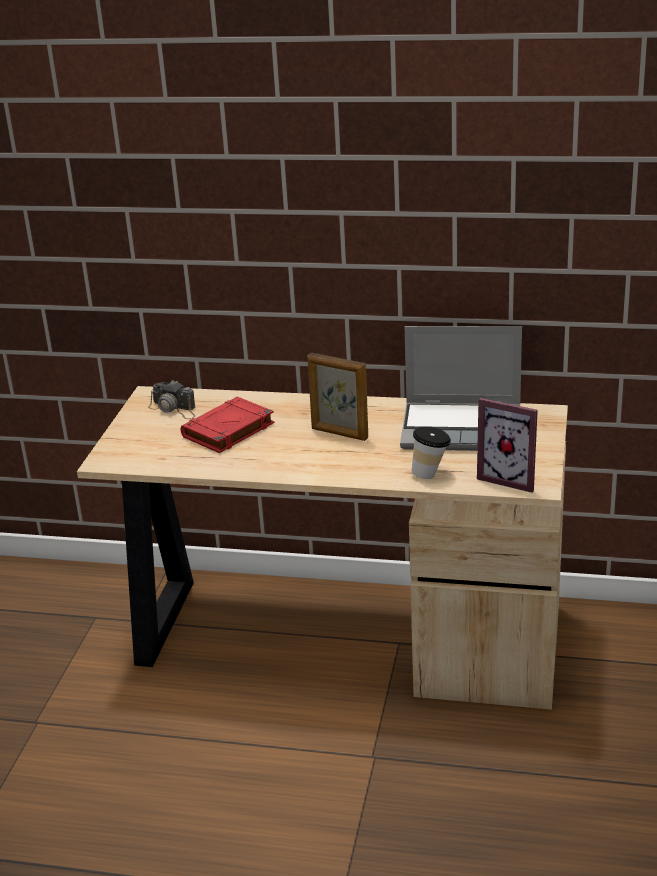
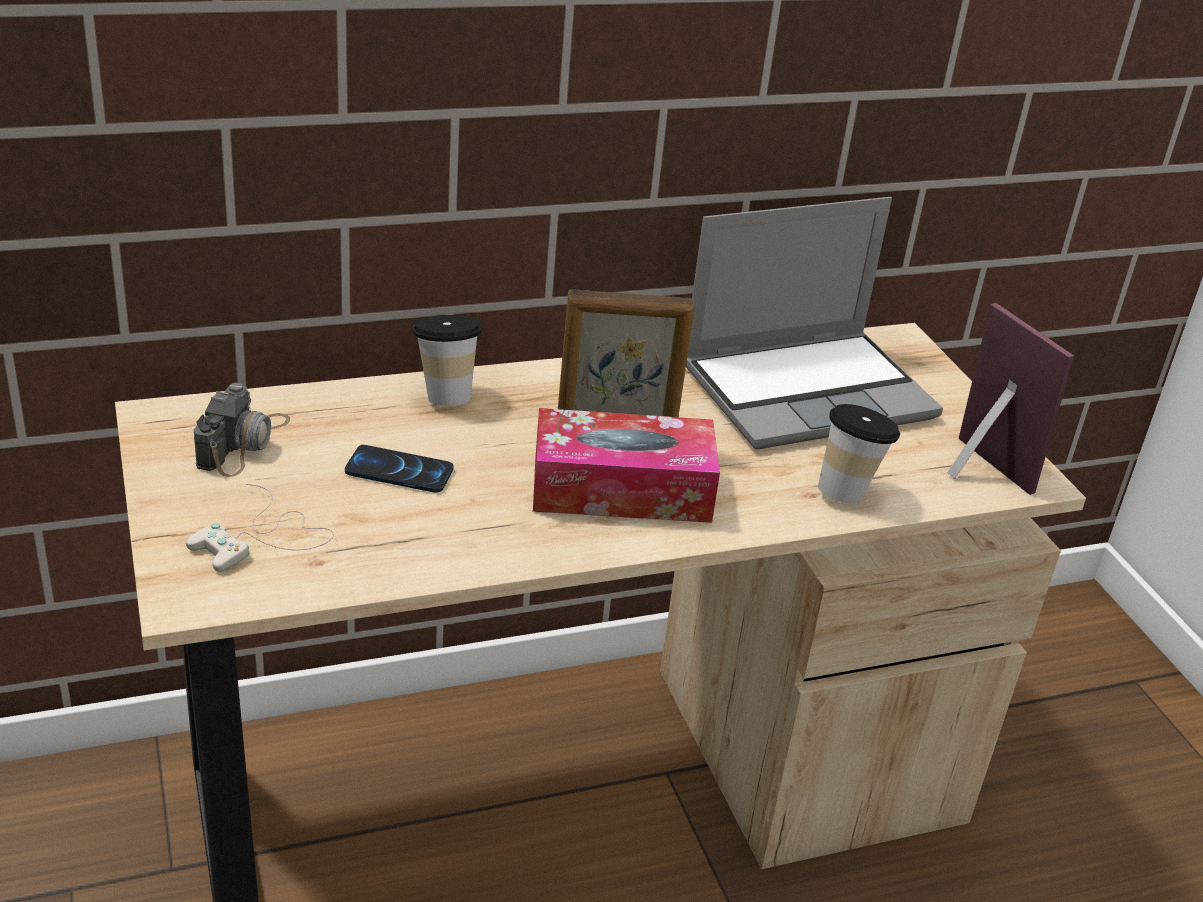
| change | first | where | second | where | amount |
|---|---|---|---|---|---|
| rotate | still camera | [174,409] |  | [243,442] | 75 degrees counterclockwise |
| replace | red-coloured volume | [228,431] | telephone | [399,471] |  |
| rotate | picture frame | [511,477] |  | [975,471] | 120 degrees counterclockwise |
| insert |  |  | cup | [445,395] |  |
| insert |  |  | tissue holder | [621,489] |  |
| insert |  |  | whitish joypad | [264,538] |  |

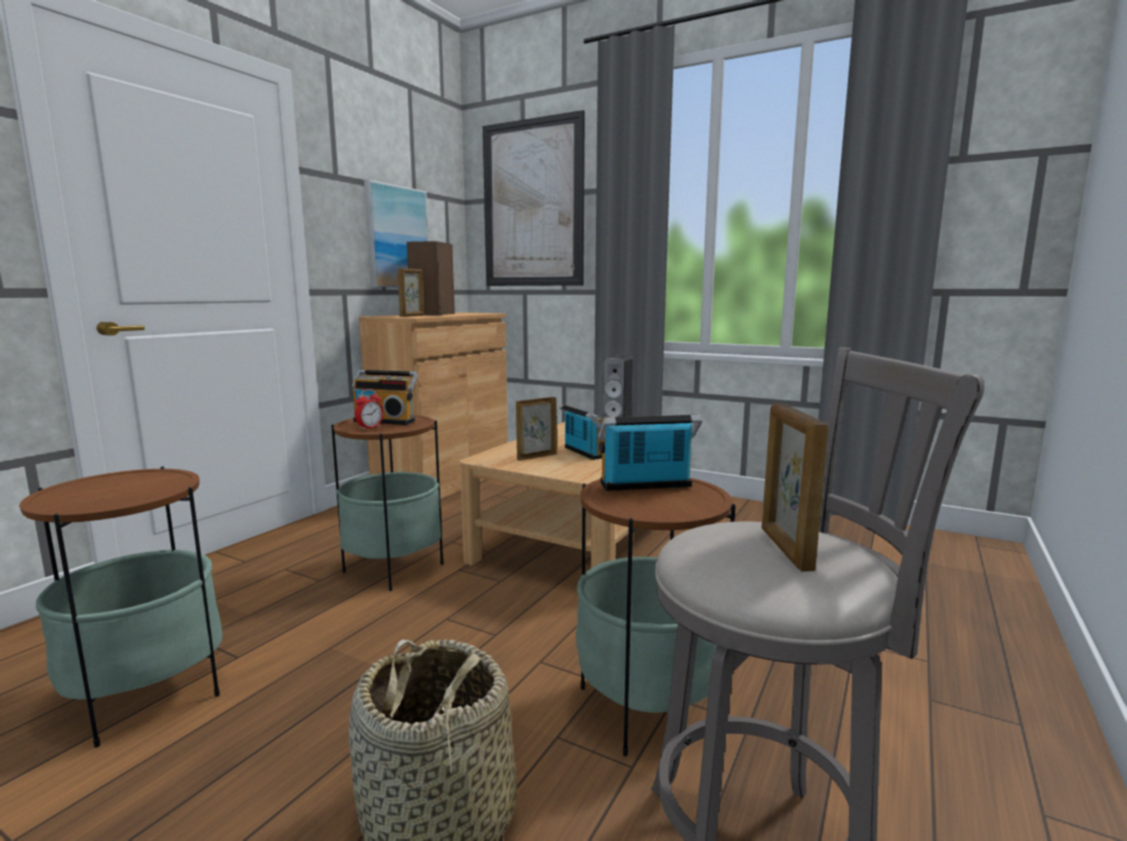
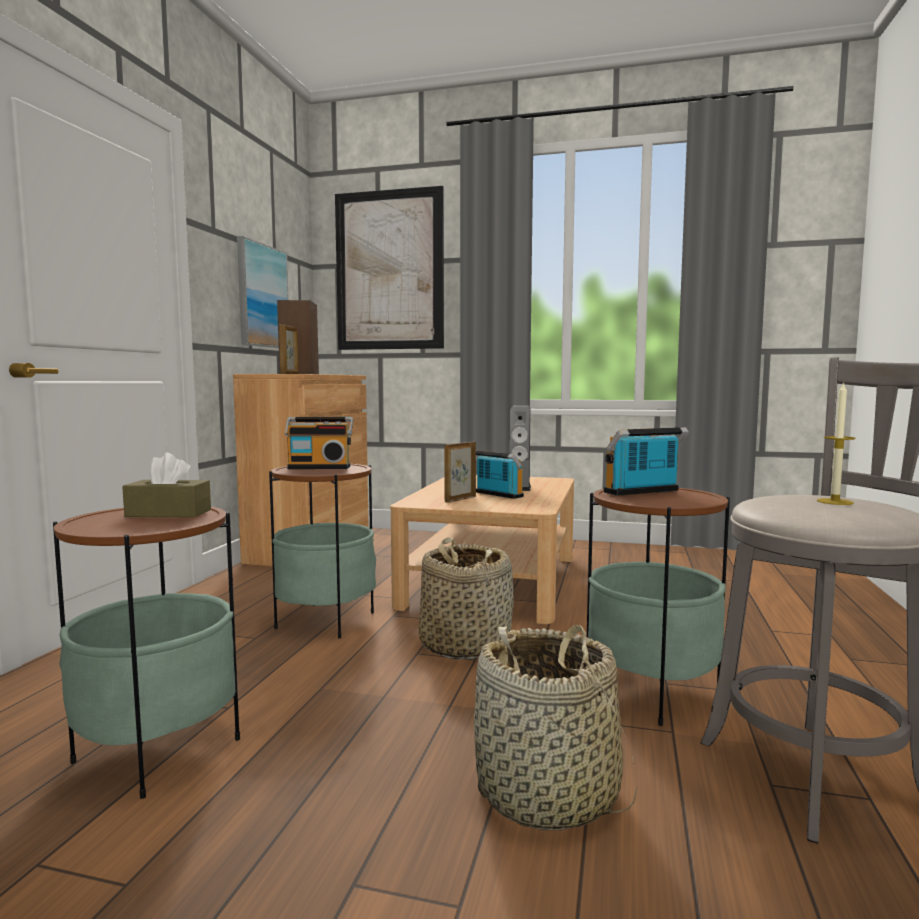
| change | first | where | second | where | amount |
|---|---|---|---|---|---|
| delete | alarm clock | [370,428] |  |  |  |
| replace | picture frame | [785,549] | wax candle | [835,502] |  |
| insert |  |  | brown-coloured tissue holder | [168,513] |  |
| insert |  |  | household basket | [465,645] |  |

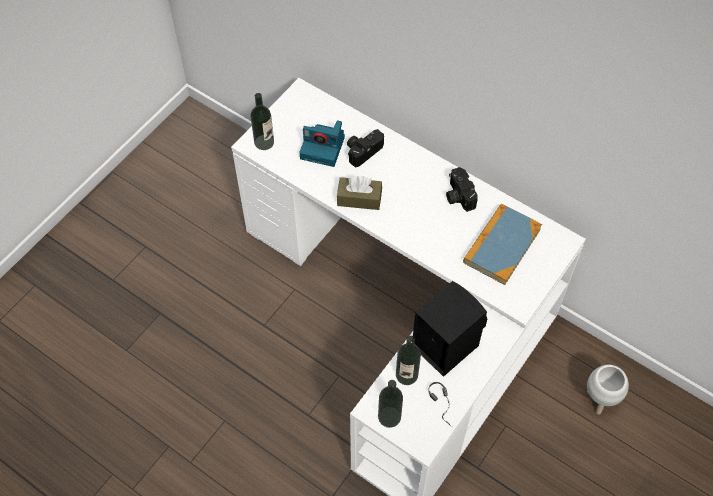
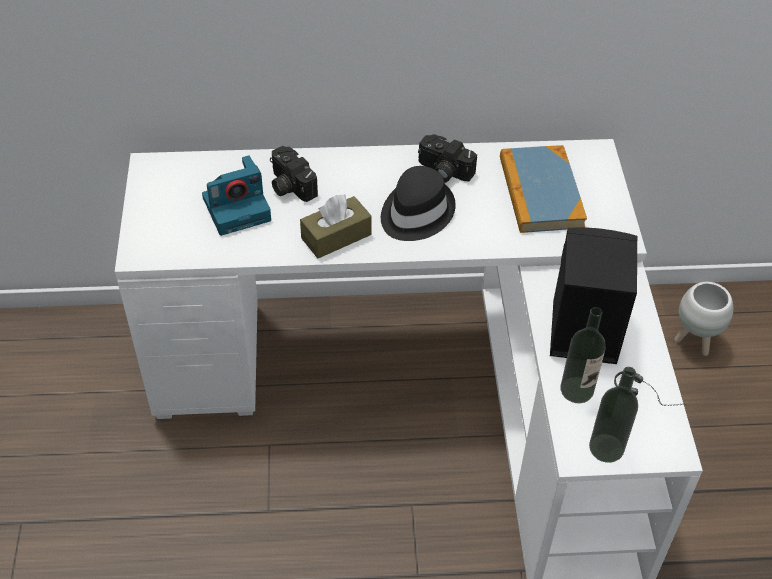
| change | first | where | second | where | amount |
|---|---|---|---|---|---|
| delete | bottle | [264,142] |  |  |  |
| rotate | still camera | [363,150] |  | [289,185] | 45 degrees counterclockwise |
| insert |  |  | blackish wearable hat | [415,213] |  |

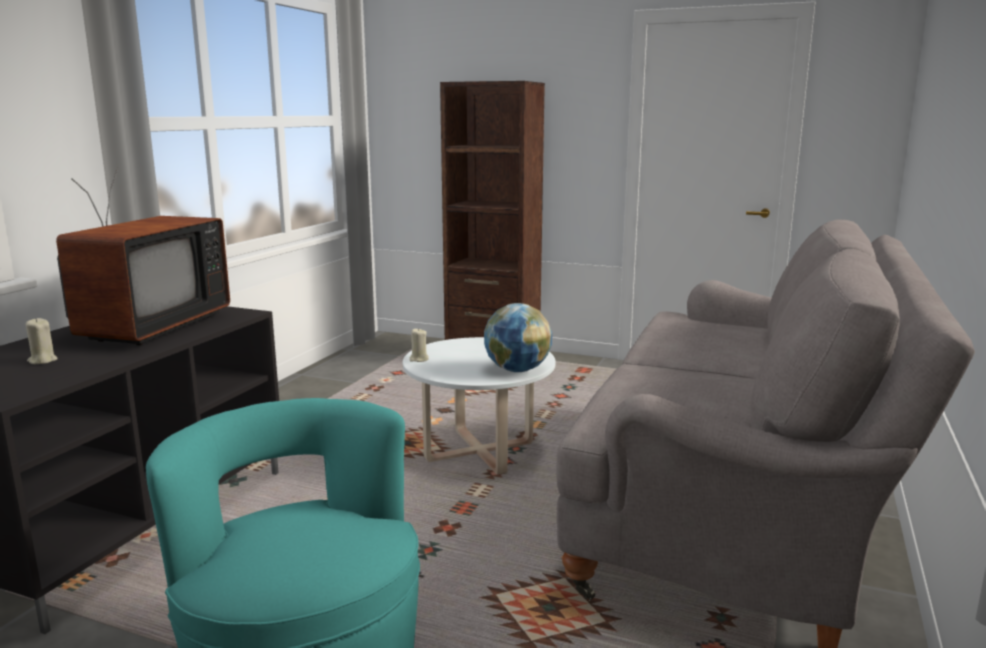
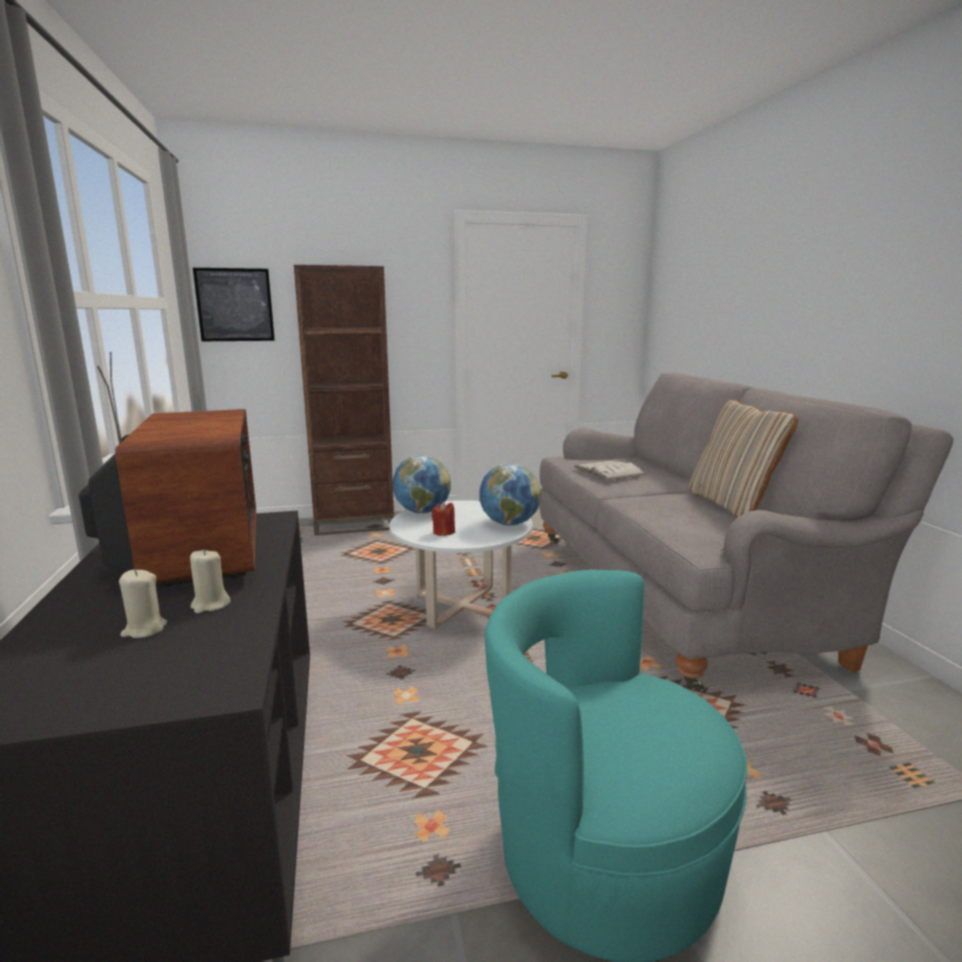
| change | first | where | second | where | amount |
|---|---|---|---|---|---|
| move | beige wax candle | [419,359] |  | [210,605] |  |
| insert |  |  | wall art | [235,305] |  |
| insert |  |  | beige cushion | [732,505] |  |
| insert |  |  | desk globe | [422,512] |  |
| insert |  |  | whitish volume | [609,471] |  |
| insert |  |  | red-coloured wax candle | [443,532] |  |

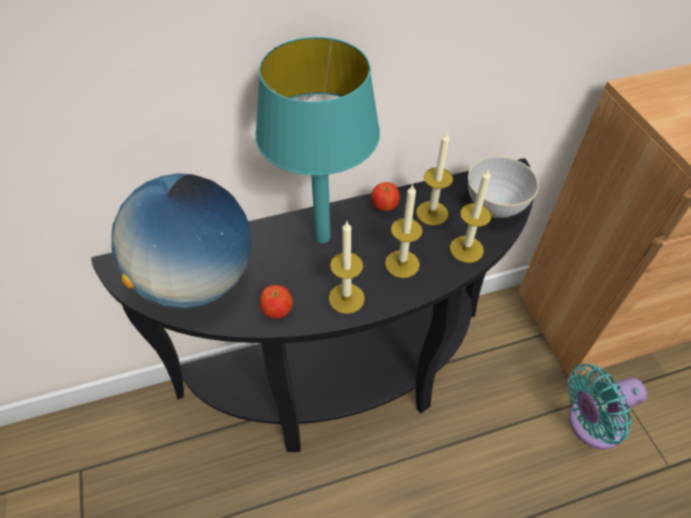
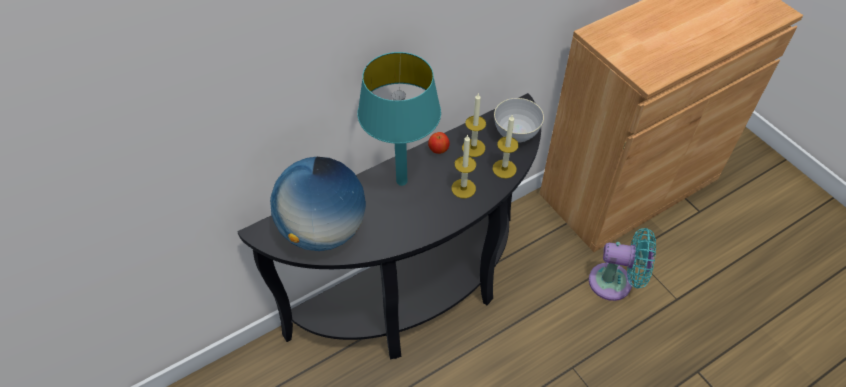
| change | first | where | second | where | amount |
|---|---|---|---|---|---|
| delete | wax candle | [346,298] |  |  |  |
| delete | apple | [277,310] |  |  |  |
| rotate | turquoise fan | [590,424] |  | [615,283] | 135 degrees counterclockwise |

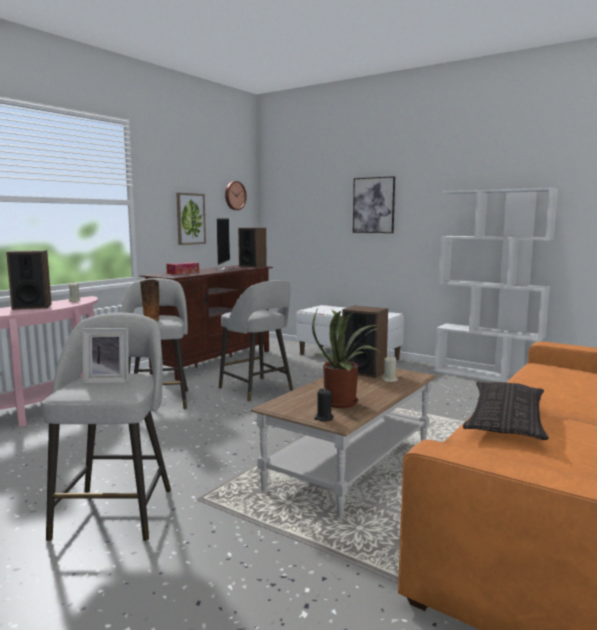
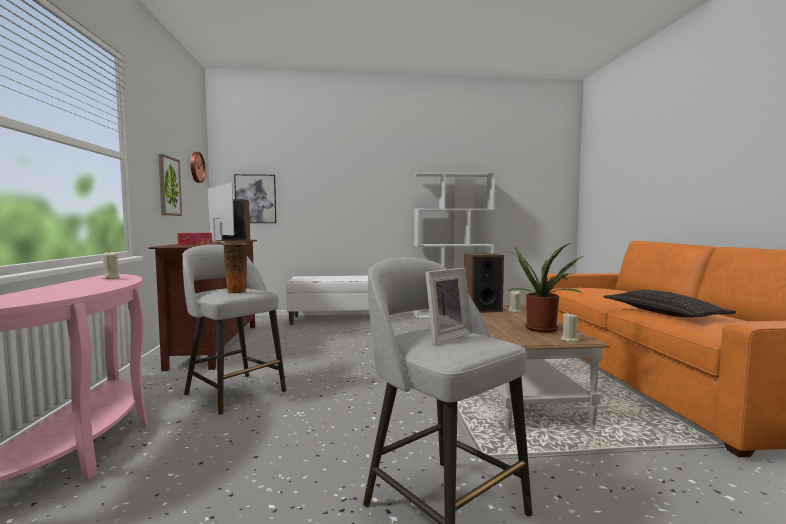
| change | first | where | second | where | amount |
|---|---|---|---|---|---|
| move | wall art | [374,205] |  | [255,199] |  |
| delete | loudspeaker | [32,307] |  |  |  |
| delete | greyish stool | [257,390] |  |  |  |
| recolor | blackish wax candle | [323,418] | beige wax candle | [569,340] |  |

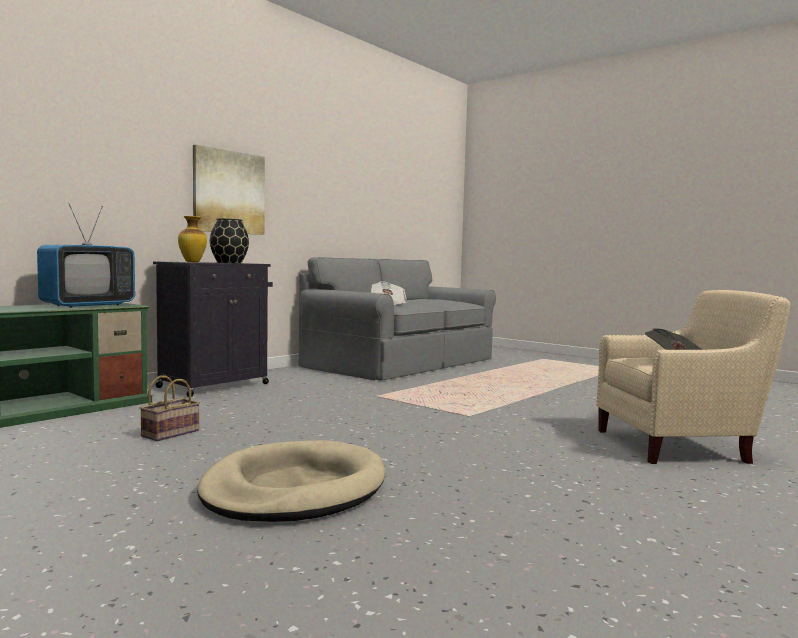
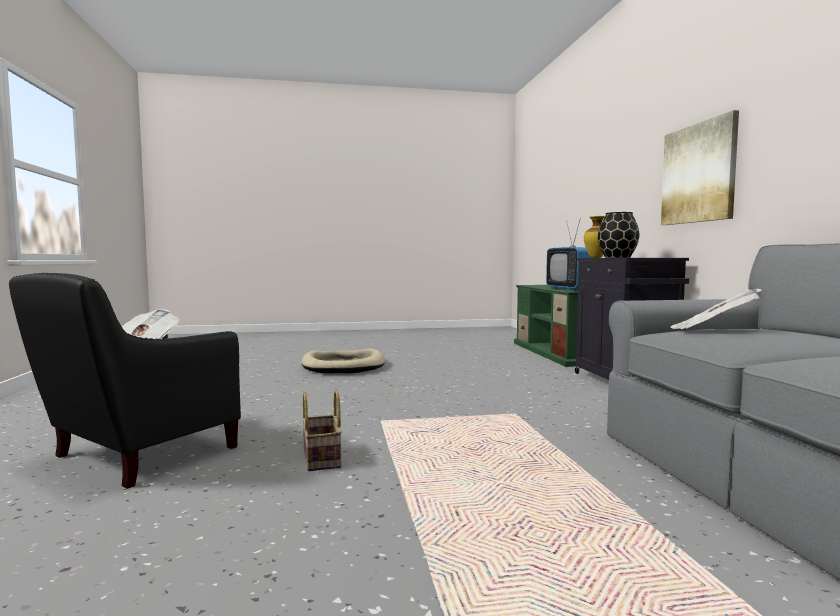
| change | first | where | second | where | amount |
|---|---|---|---|---|---|
| recolor | beige lounge chair | [679,445] | blackish lounge chair | [135,455] |  |
| move | household basket | [171,433] |  | [323,459] |  |

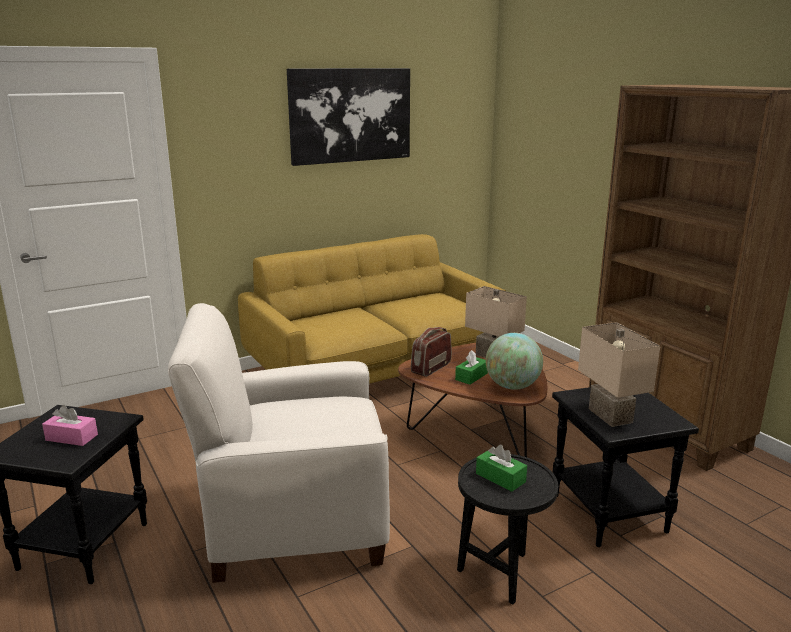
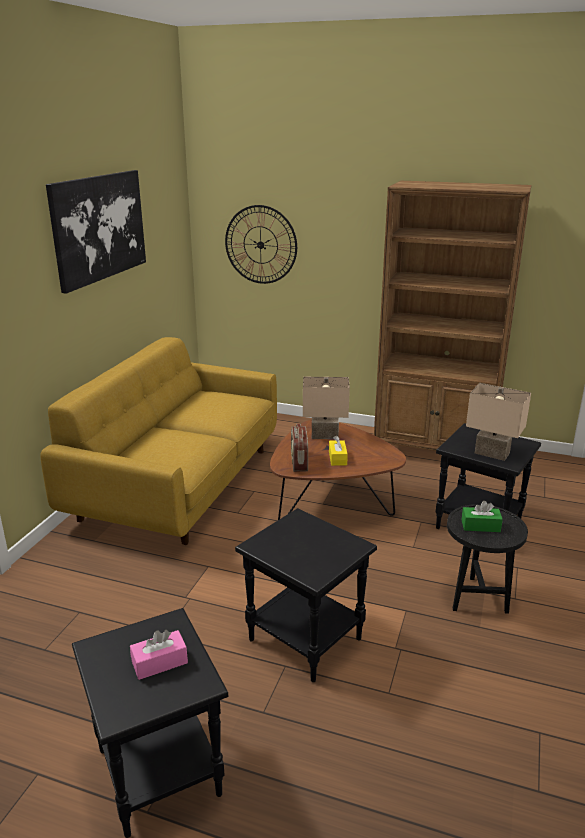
| change | first | where | second | where | amount |
|---|---|---|---|---|---|
| replace | whitish lounge chair | [294,520] | blackish end table | [303,640] |  |
| delete | desk globe | [512,386] |  |  |  |
| recolor | green tissue holder | [471,376] | yellow-coloured tissue holder | [337,458] |  |
| insert |  |  | hanging clock | [260,245] |  |

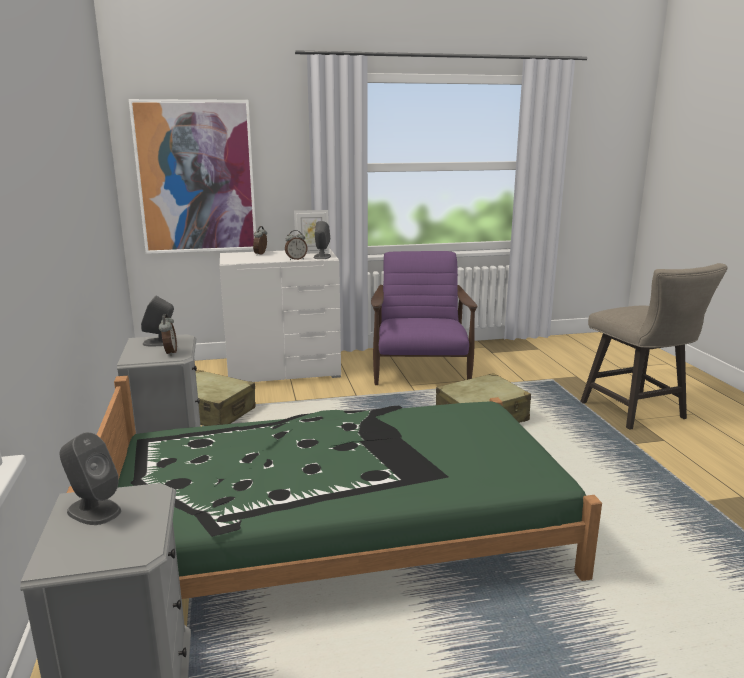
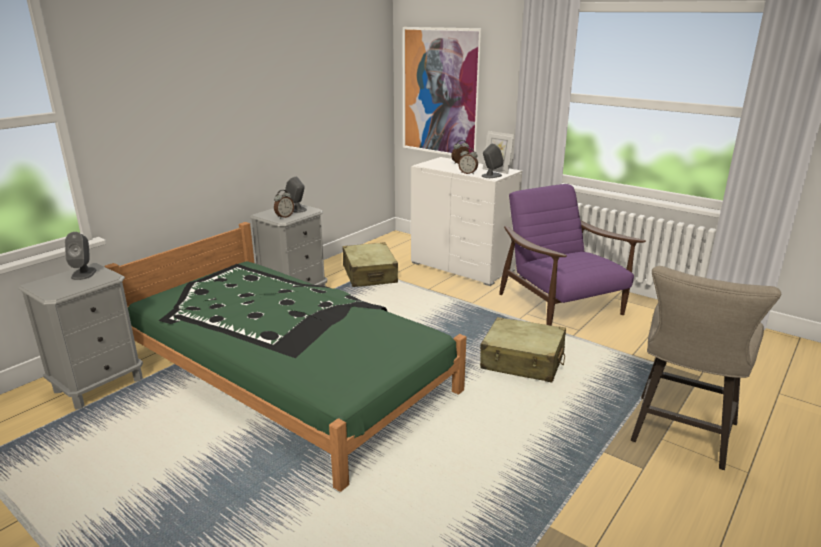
| change | first | where | second | where | amount |
|---|---|---|---|---|---|
| rotate | purple-coloured lounge chair | [420,370] |  | [561,306] | 75 degrees counterclockwise |

